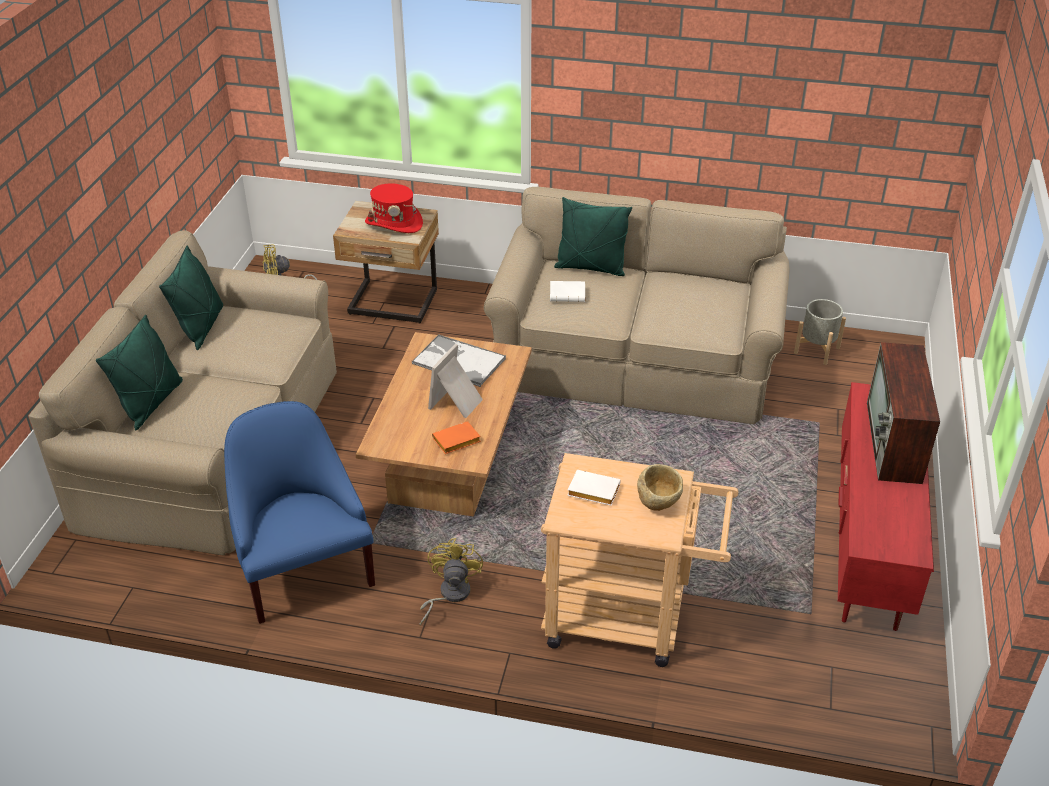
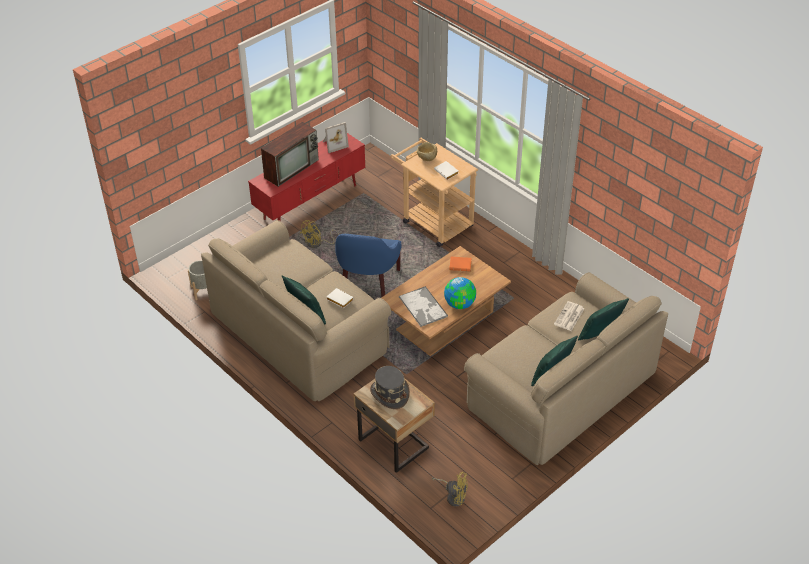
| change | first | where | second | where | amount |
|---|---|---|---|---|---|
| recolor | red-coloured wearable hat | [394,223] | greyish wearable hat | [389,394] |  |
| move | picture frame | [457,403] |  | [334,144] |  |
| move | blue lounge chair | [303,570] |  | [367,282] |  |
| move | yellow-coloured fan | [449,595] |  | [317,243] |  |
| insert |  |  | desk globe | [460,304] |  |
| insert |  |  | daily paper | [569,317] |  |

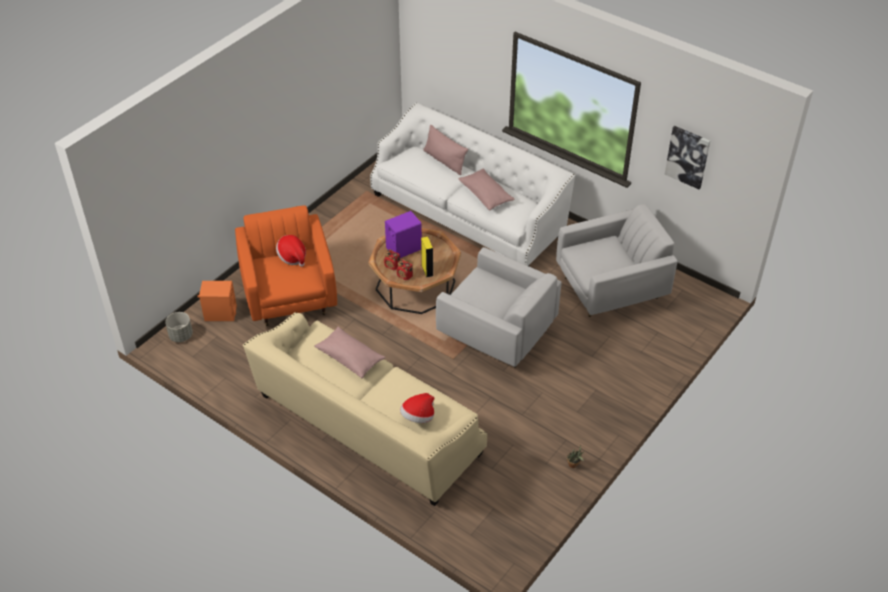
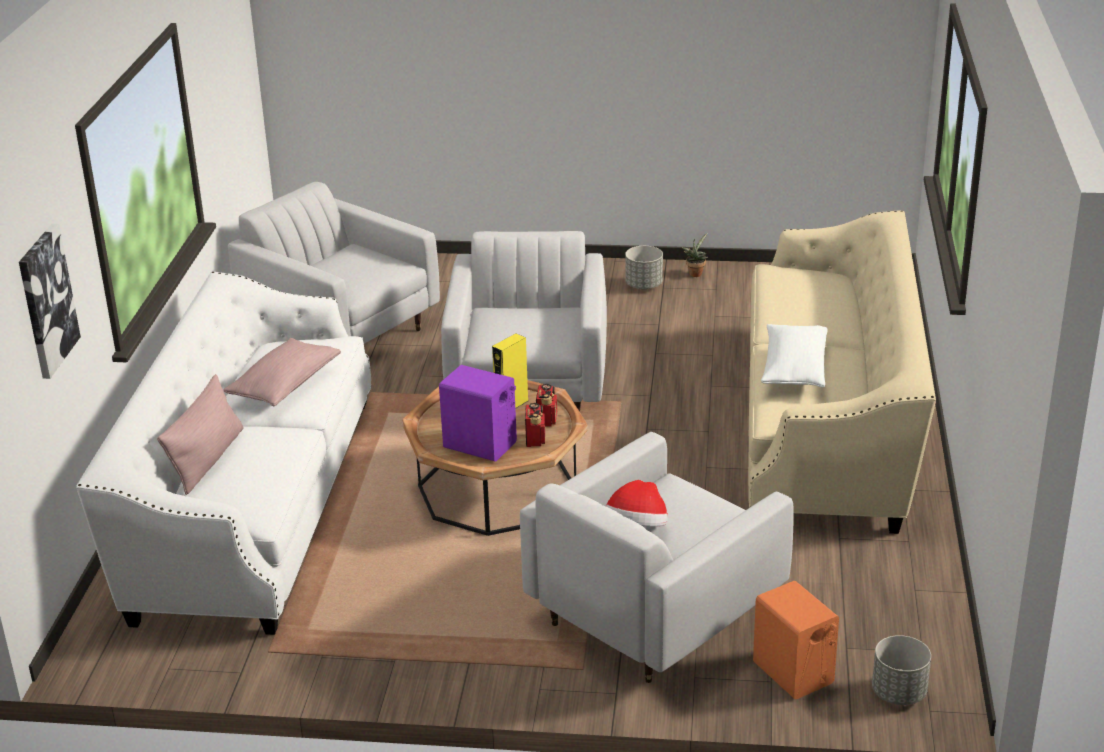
| change | first | where | second | where | amount |
|---|---|---|---|---|---|
| move | wall art | [687,156] |  | [46,300] |  |
| recolor | orangey lounge chair | [289,294] | whitish lounge chair | [655,614] |  |
| recolor | pink-coloured cushion | [350,358] | whitish cushion | [794,369] |  |
| delete | wearable hat | [418,417] |  |  |  |
| insert |  |  | greyish plant pot | [644,285] |  |

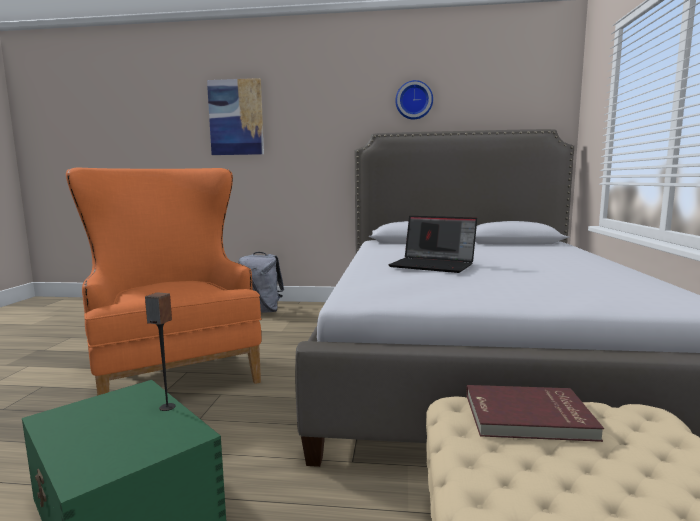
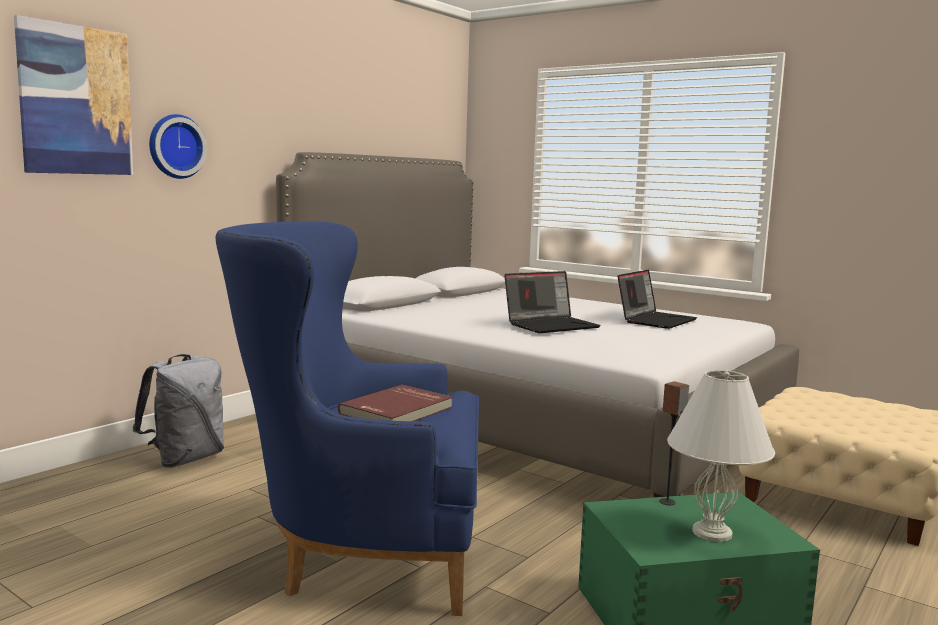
| change | first | where | second | where | amount |
|---|---|---|---|---|---|
| move | hanging clock | [414,100] |  | [175,146] |  |
| recolor | orangey lounge chair | [175,372] | blue lounge chair | [359,552] |  |
| move | red-coloured volume | [528,417] |  | [398,411] |  |
| insert |  |  | portable computer | [656,320] |  |
| insert |  |  | whitish table lamp | [711,532] |  |

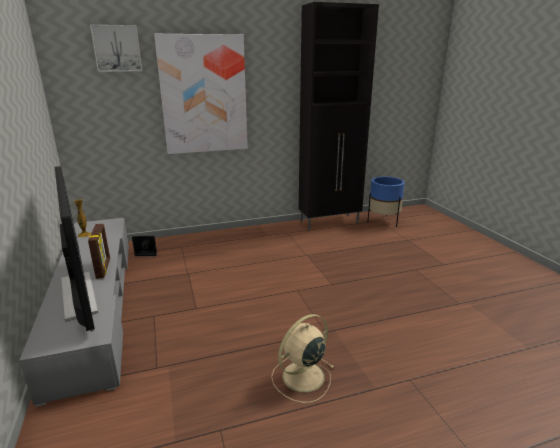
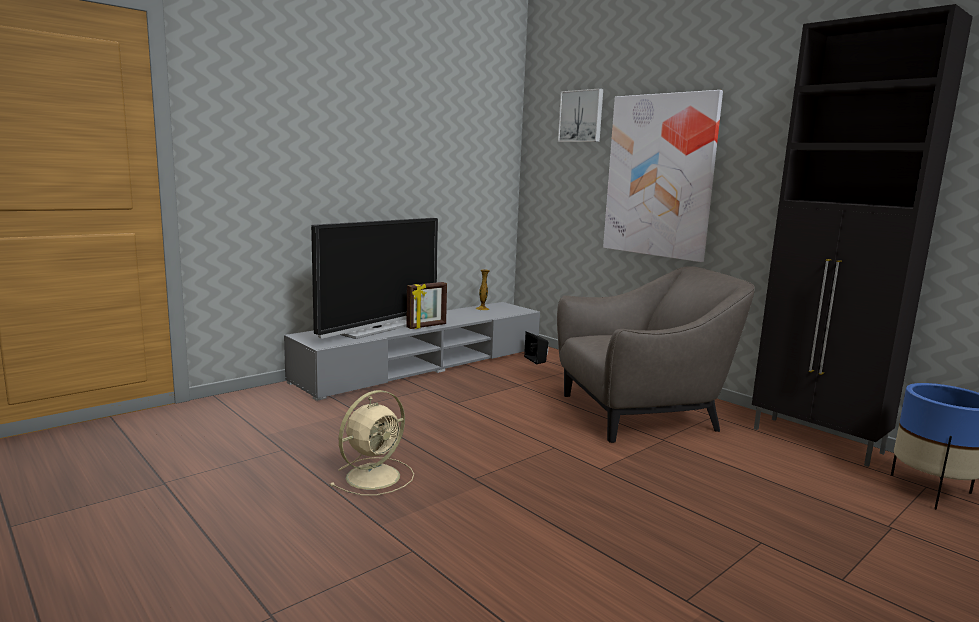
| change | first | where | second | where | amount |
|---|---|---|---|---|---|
| rotate | beige fan | [301,377] |  | [375,476] | 105 degrees clockwise |
| insert |  |  | greyish lounge chair | [640,413] |  |

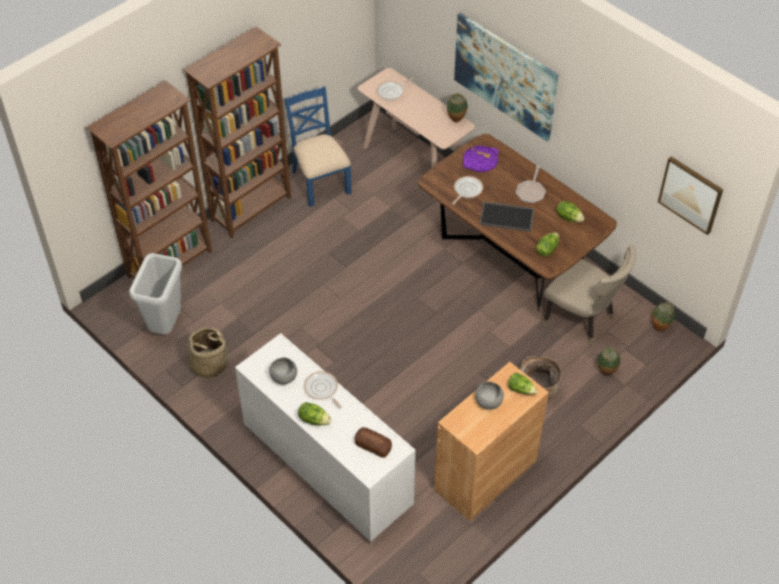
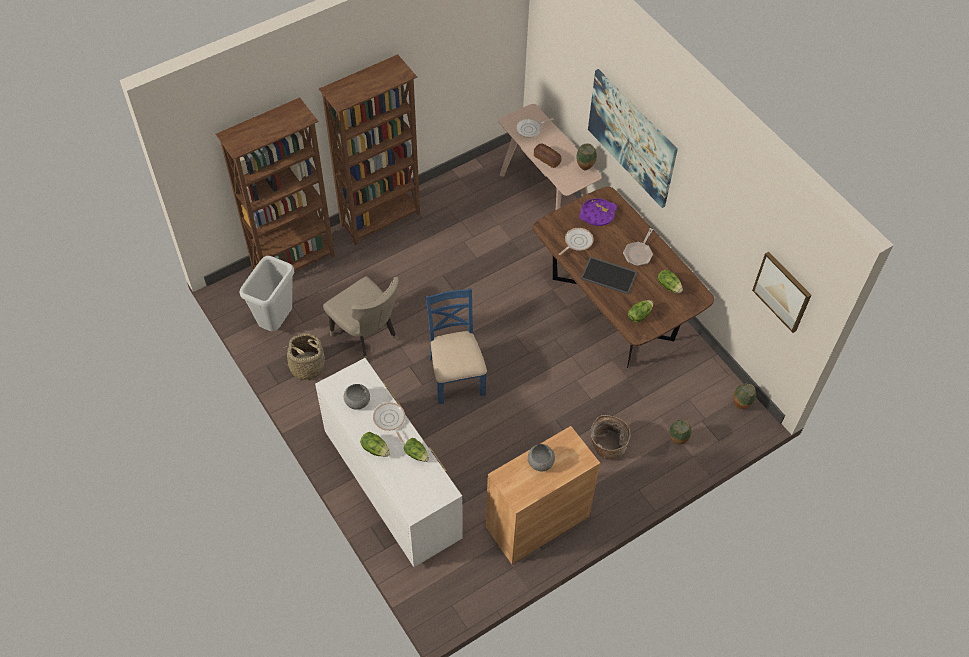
| change | first | where | second | where | amount |
|---|---|---|---|---|---|
| move | blue chair | [320,182] |  | [456,375] |  |
| move | beige chair | [582,320] |  | [367,337] |  |
| move | lettuce head | [521,389] |  | [416,454] |  |
| move | bread | [373,446] |  | [547,159] |  |

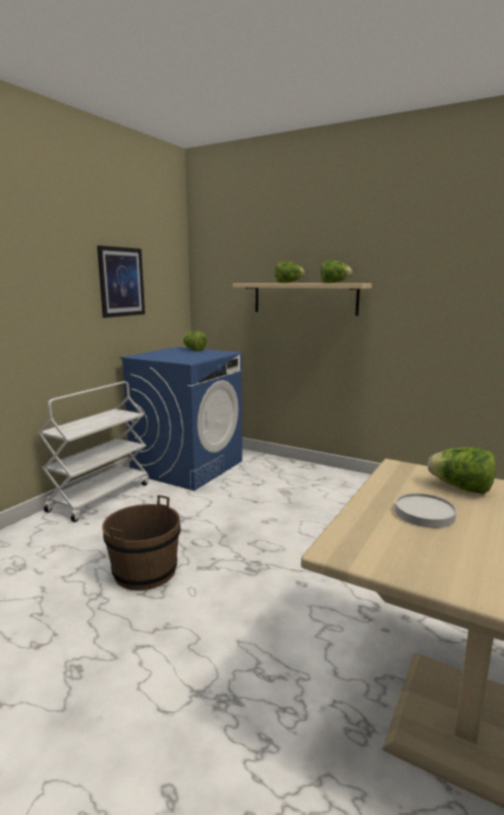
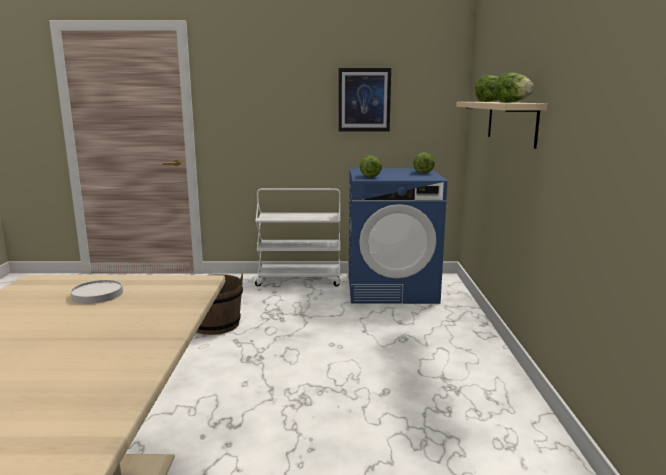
| change | first | where | second | where | amount |
|---|---|---|---|---|---|
| move | lettuce head | [461,488] |  | [369,176] |  |

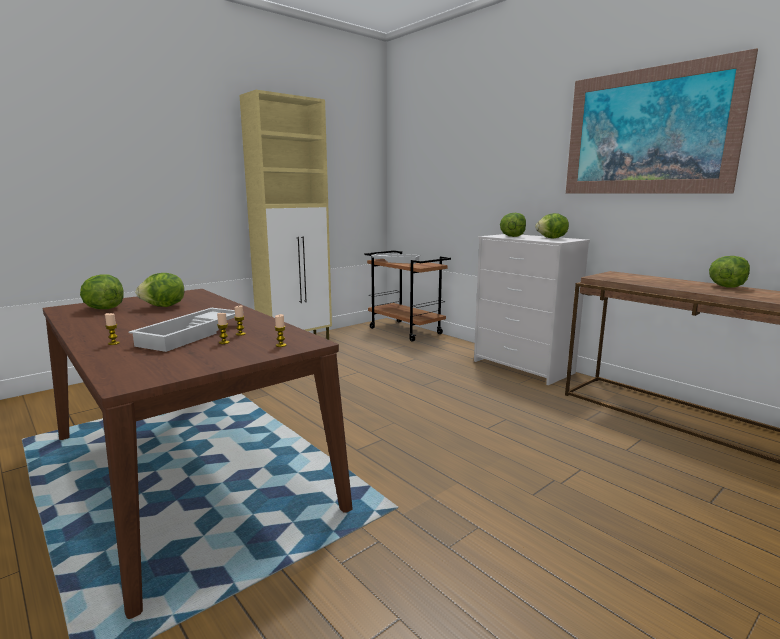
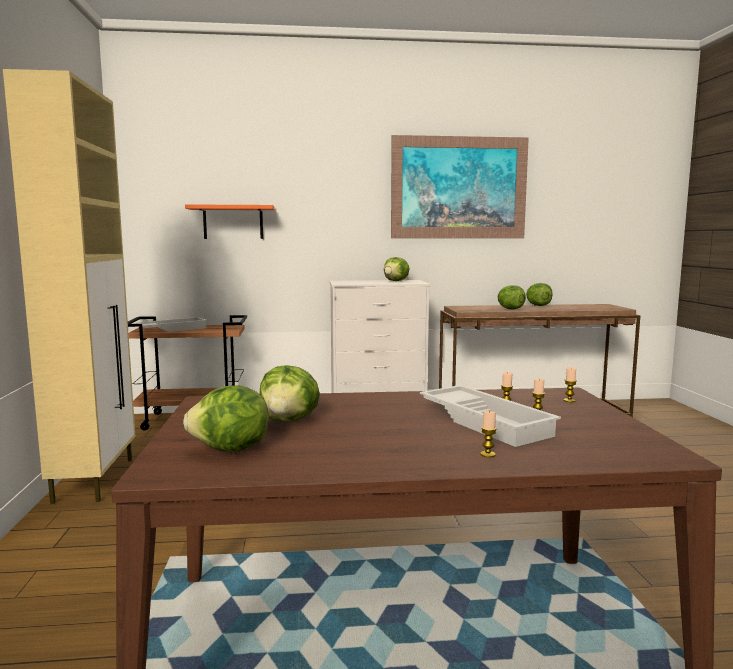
| change | first | where | second | where | amount |
|---|---|---|---|---|---|
| move | lettuce head | [512,236] |  | [510,309] |  |
| insert |  |  | orangey bracket shelf | [233,222] |  |

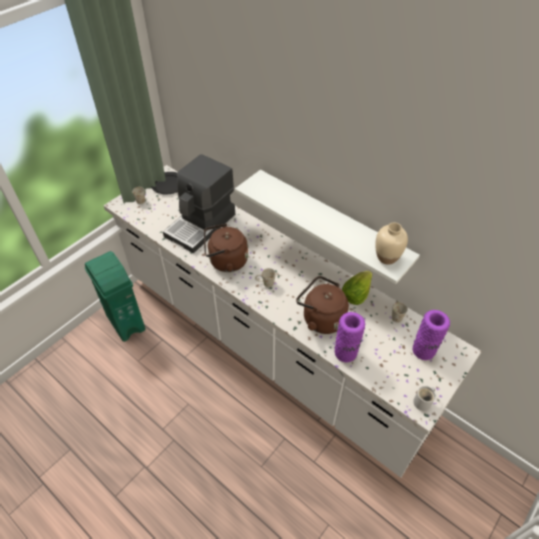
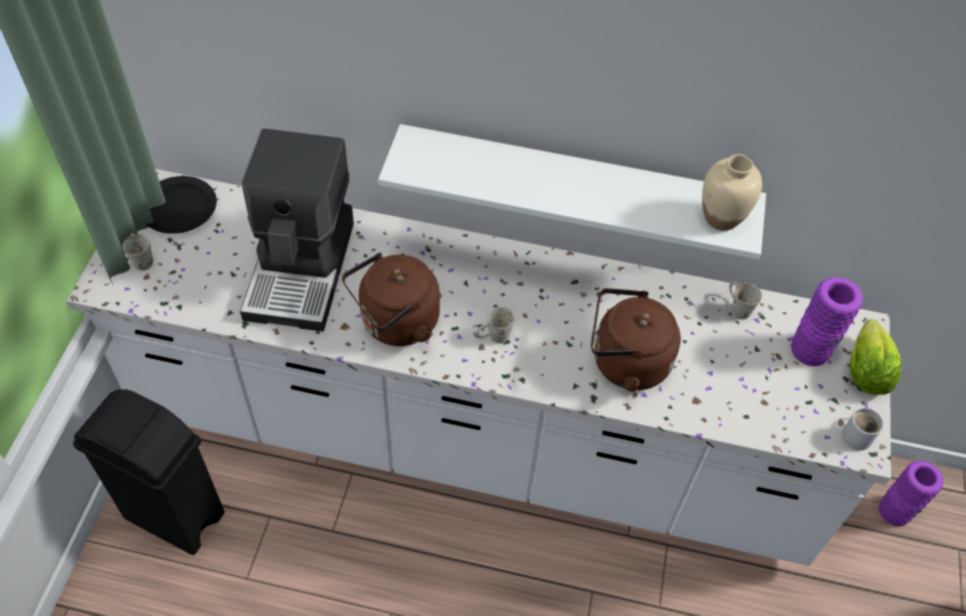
| change | first | where | second | where | amount |
|---|---|---|---|---|---|
| recolor | green waste bin | [126,322] | blackish waste bin | [174,514] |  |
| move | lettuce head | [356,294] |  | [865,371] |  |
| move | purple-coloured flower vase | [345,352] |  | [895,511] |  |

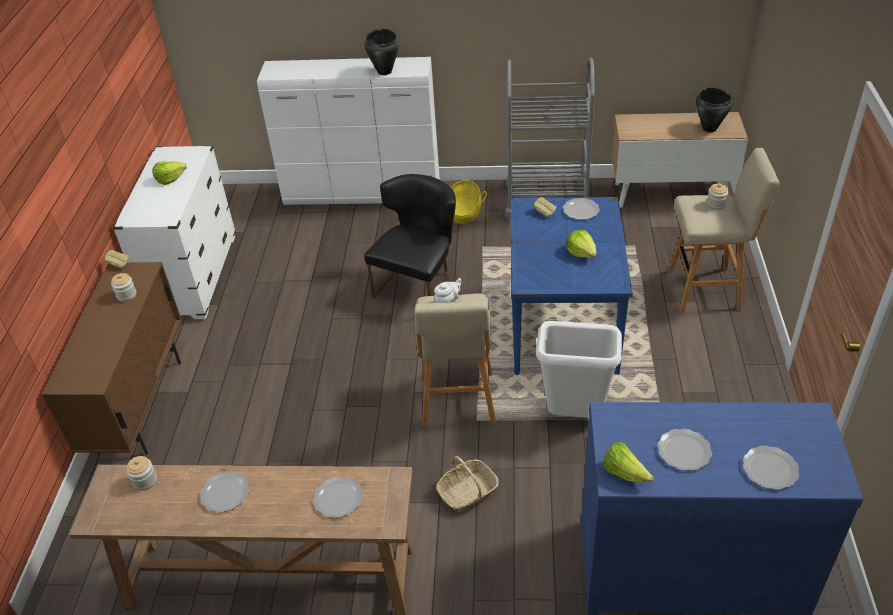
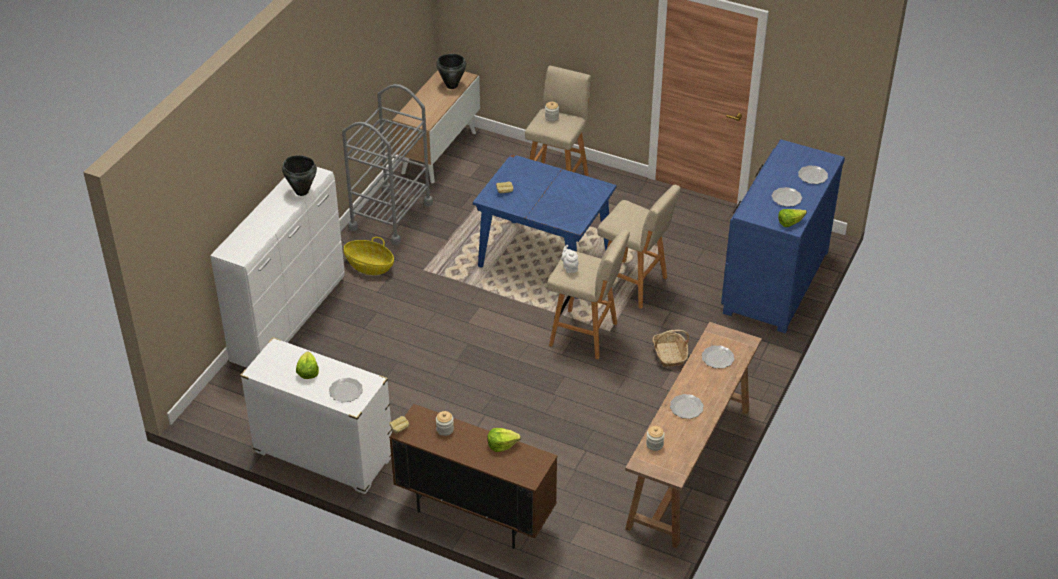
| change | first | where | second | where | amount |
|---|---|---|---|---|---|
| delete | blackish chair | [419,284] |  |  |  |
| move | dinner plate | [581,210] |  | [345,391] |  |
| move | lettuce head | [581,252] |  | [502,445] |  |
| replace | whitish waste bin | [573,416] | beige stool | [634,285] |  |

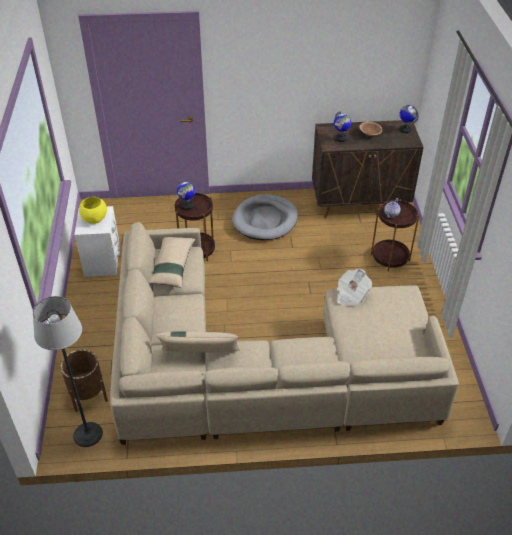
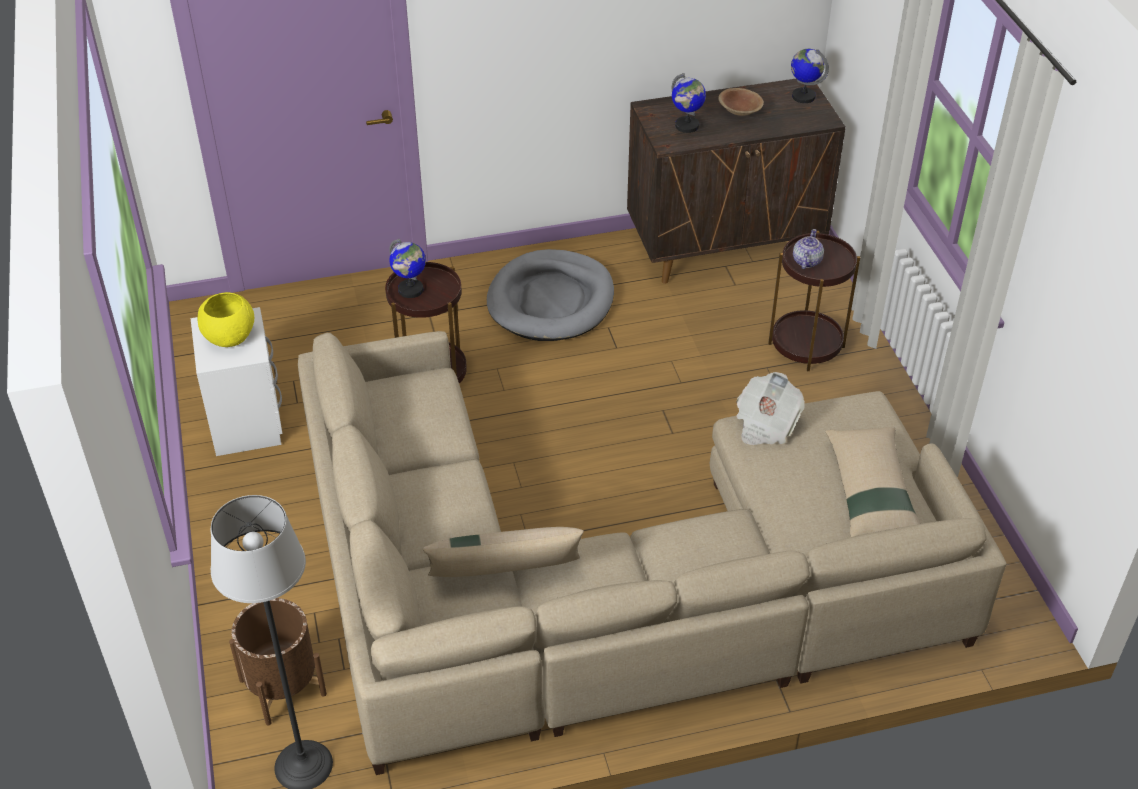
| change | first | where | second | where | amount |
|---|---|---|---|---|---|
| move | beige cushion | [172,266] |  | [871,493] |  |

